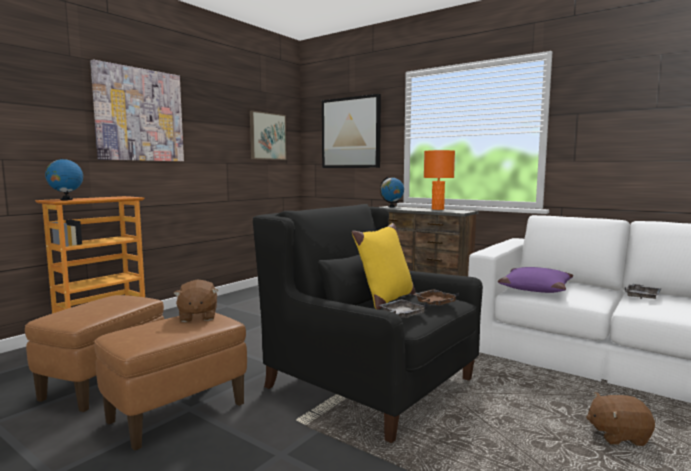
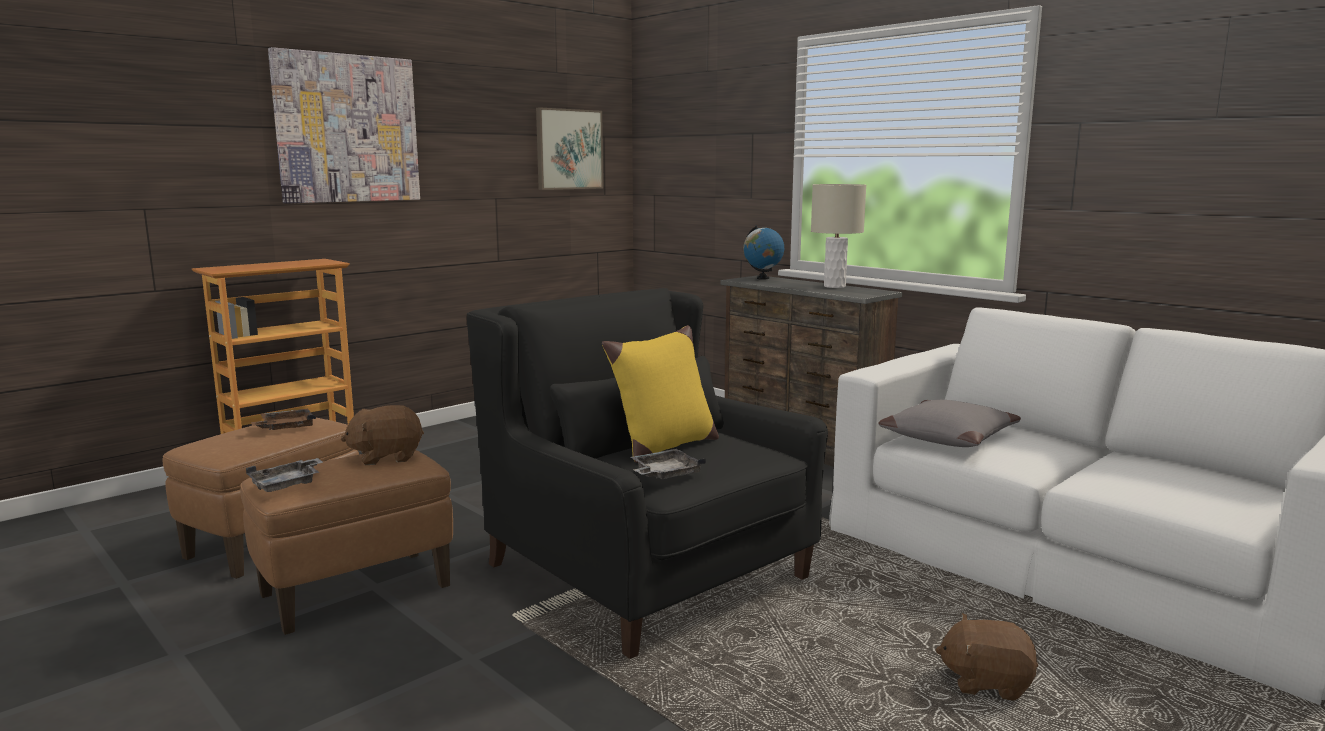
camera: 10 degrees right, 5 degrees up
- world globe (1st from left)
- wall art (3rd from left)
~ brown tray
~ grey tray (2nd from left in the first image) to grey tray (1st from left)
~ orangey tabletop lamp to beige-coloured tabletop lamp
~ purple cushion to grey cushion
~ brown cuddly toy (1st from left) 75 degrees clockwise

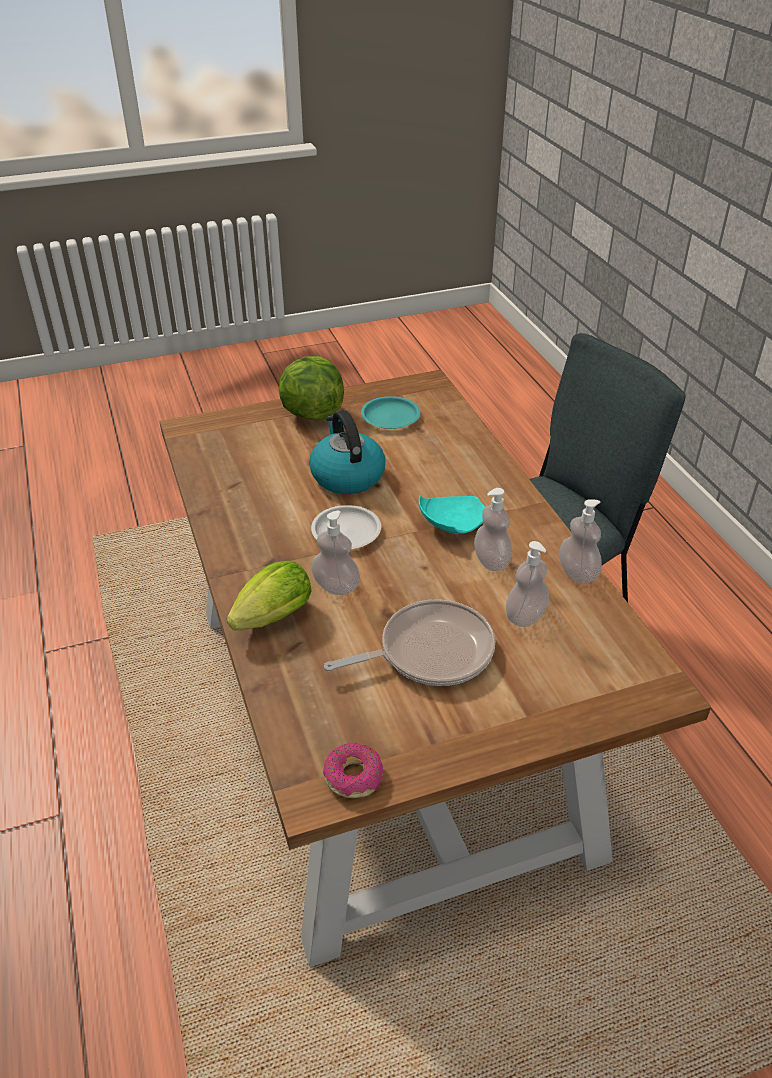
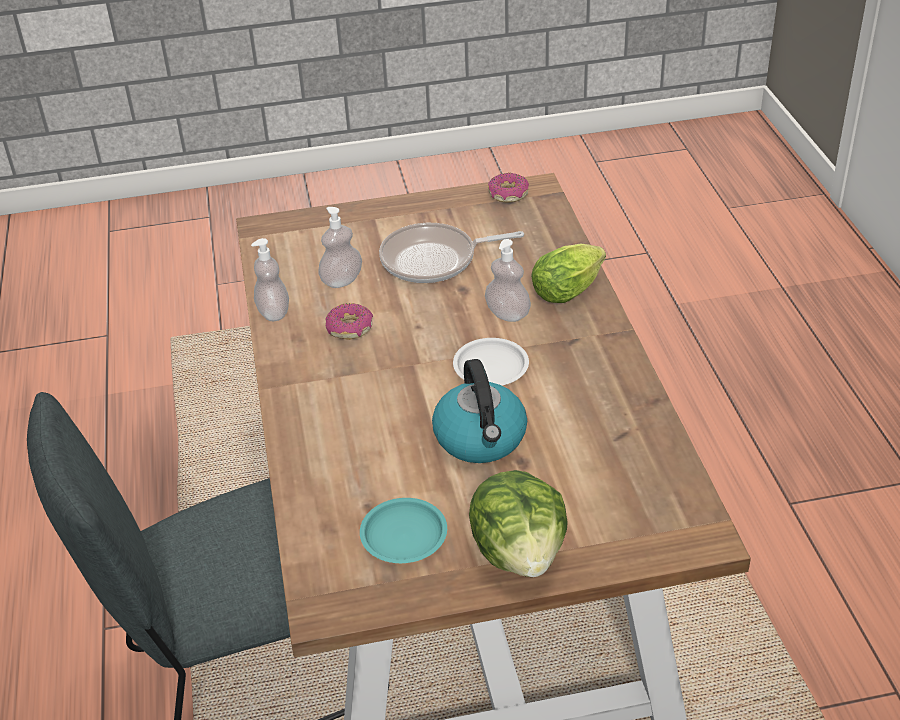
camera: 170 degrees left, 0 degrees up
- turquoise dinner plate (2nd from left)
~ soap bottle (2nd from left) to donut (1st from left)

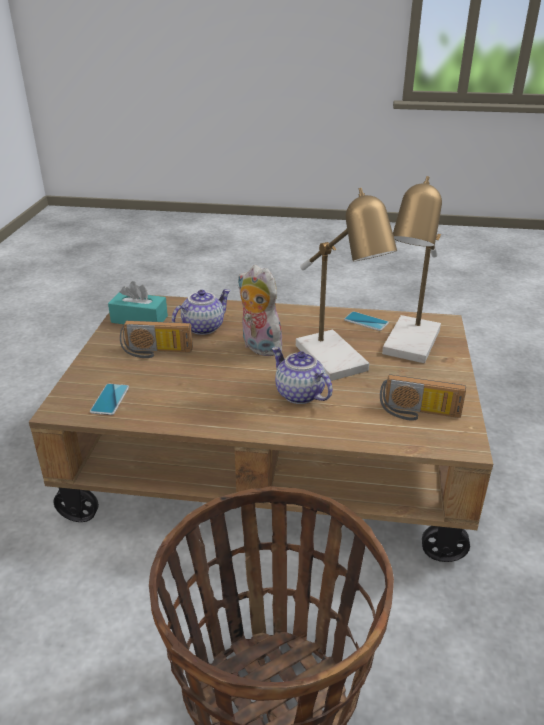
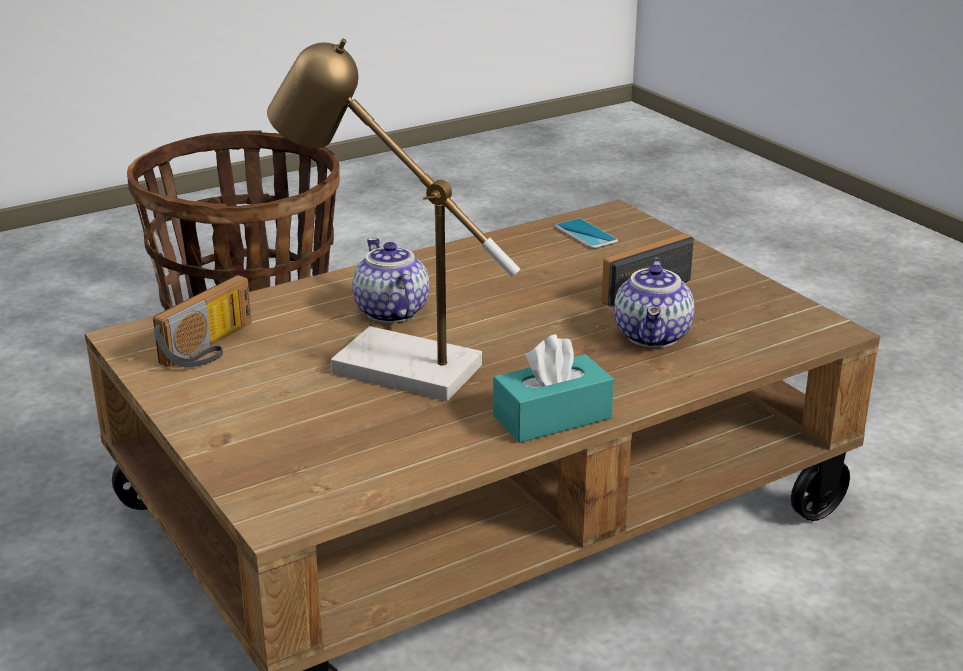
camera: 140 degrees right, 5 degrees down
- cuddly toy
- telephone (2nd from left)
- tabletop lamp (2nd from left)
~ turquoise box of tissues
~ teapot (2nd from left in the first image) 120 degrees counterclockwise
~ radio receiver (2nd from left in the first image) 150 degrees clockwise

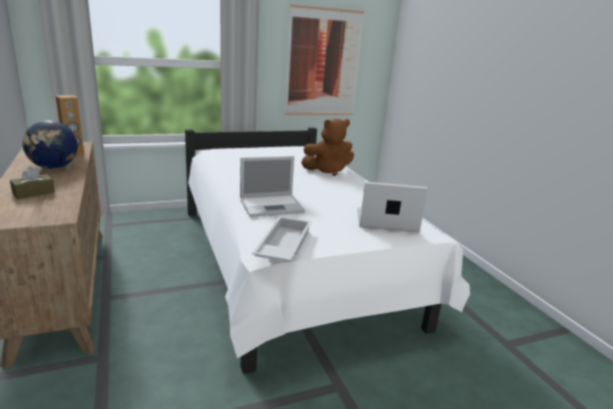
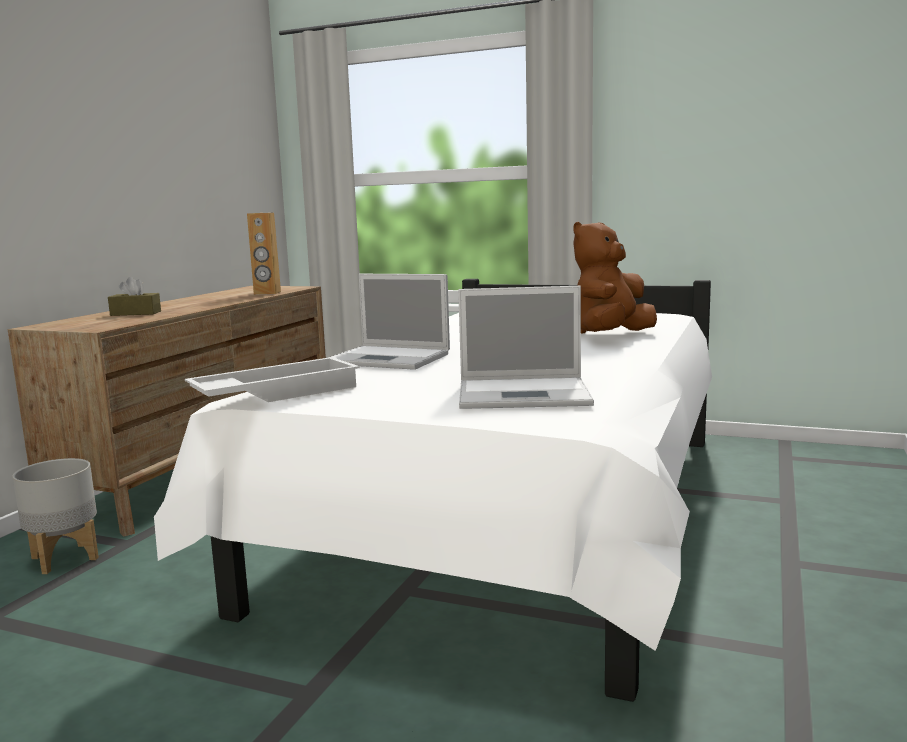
camera: 45 degrees right, 10 degrees down
- world globe
- wall art
+ grey planter
~ brown cuddly toy 105 degrees clockwise
~ laptop (2nd from left) 135 degrees clockwise

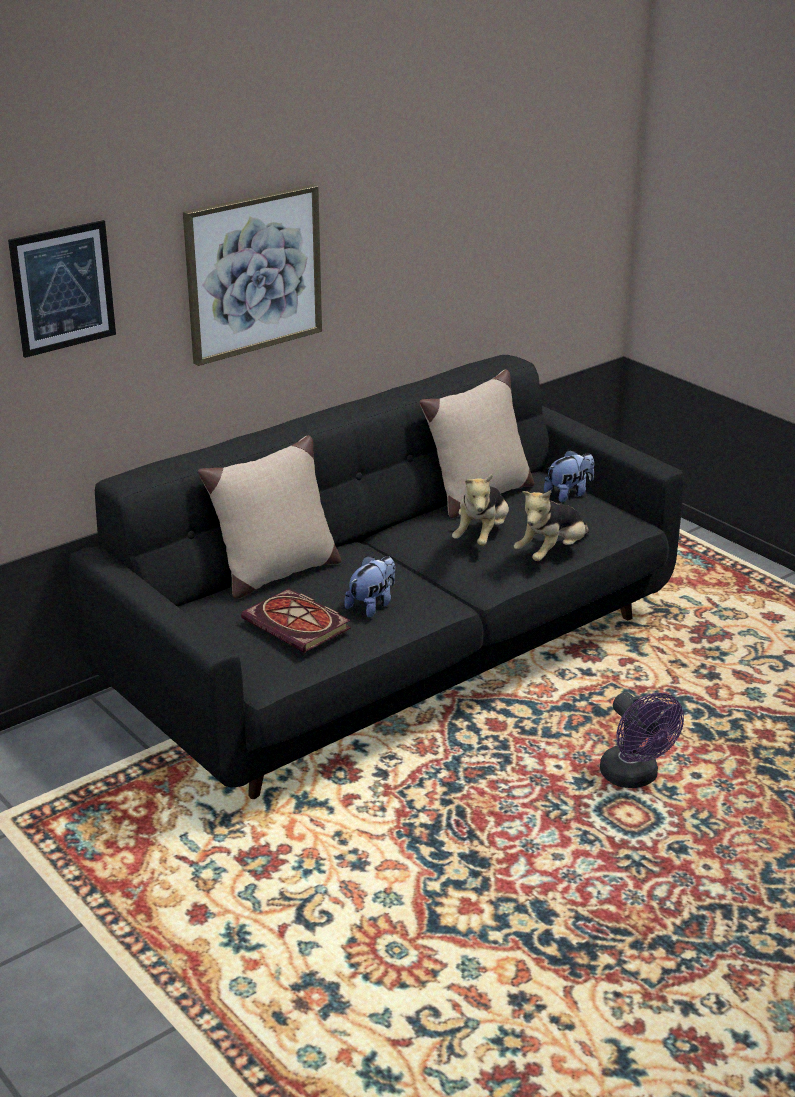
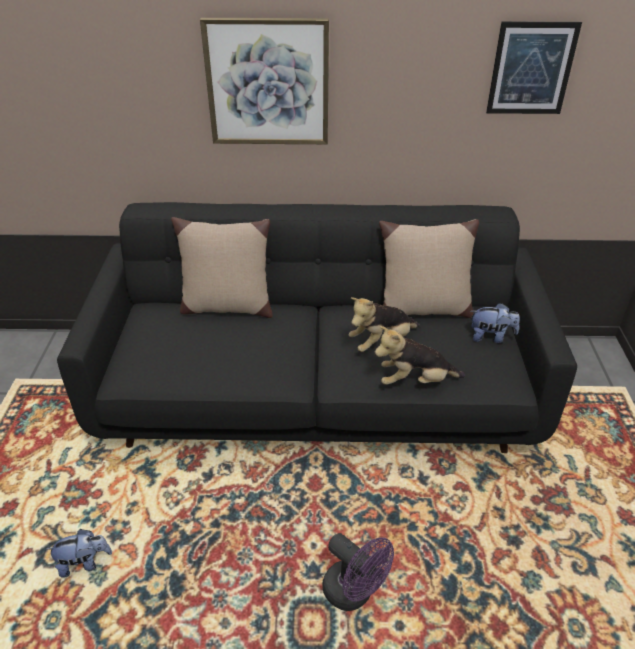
camera: 40 degrees right, 10 degrees up
- volume
~ wall art (1st from left in the first image) to wall art (2nd from left)
~ cuddly toy (1st from left)
~ purple cooling fan 60 degrees counterclockwise

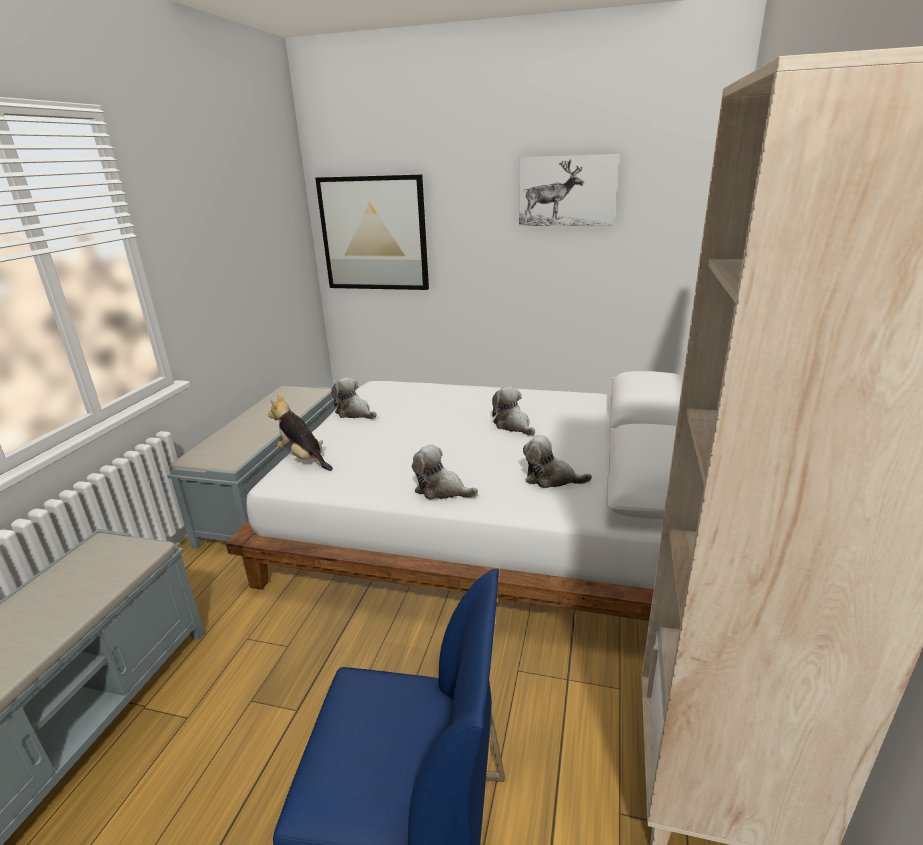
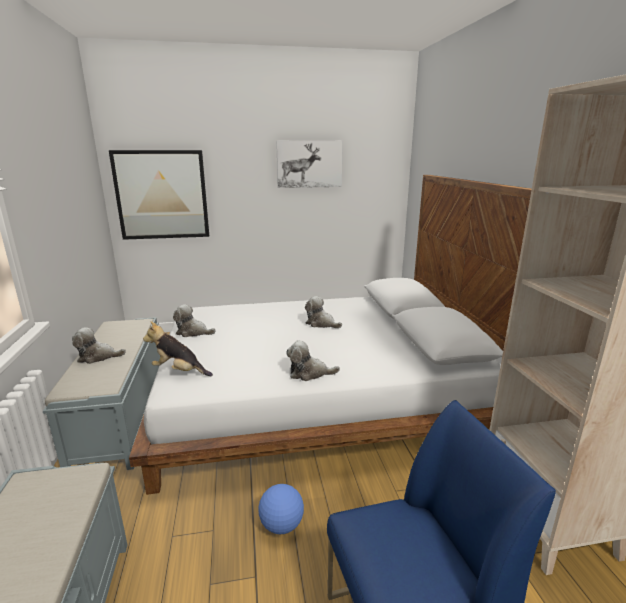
camera: 25 degrees left, 5 degrees down
+ football
~ cuddly toy (5th from left in the first image) to cuddly toy (1st from left)

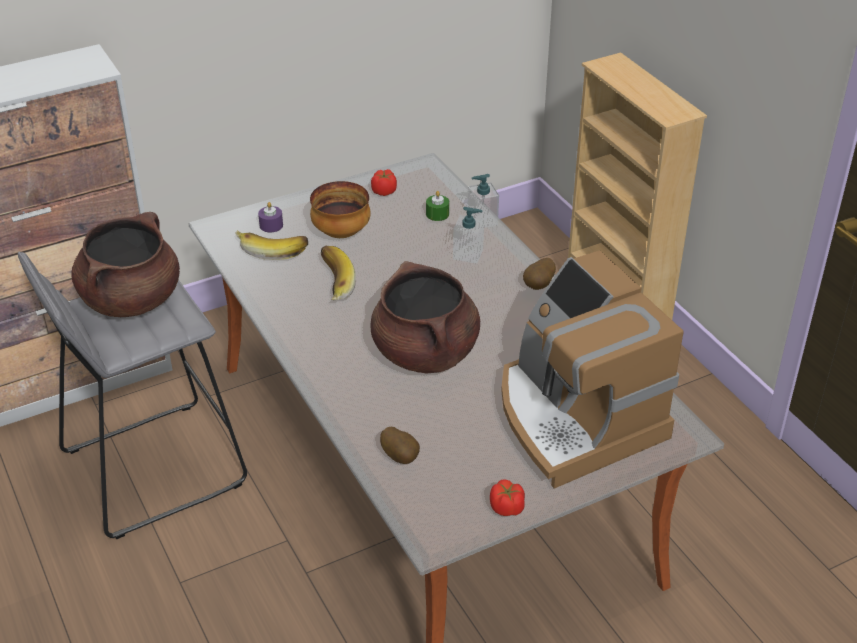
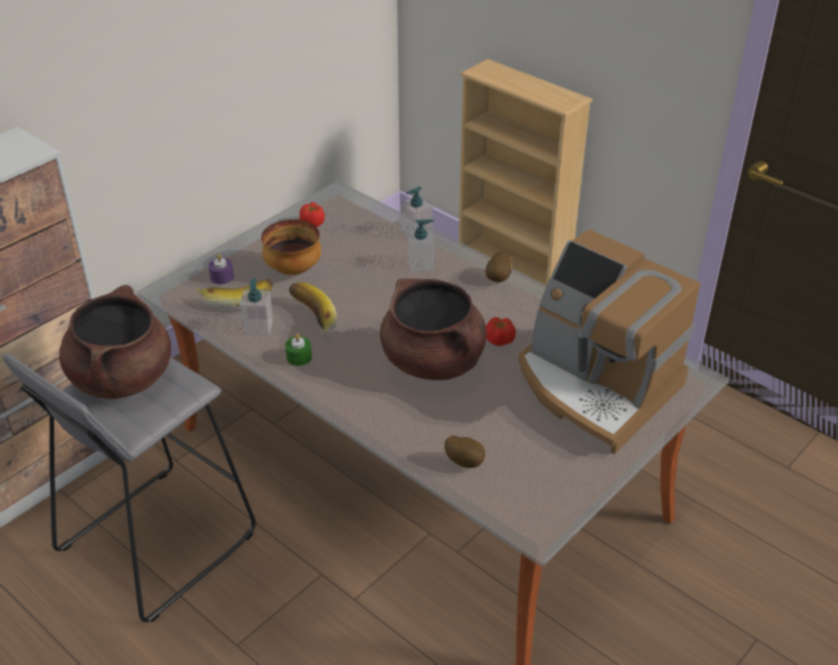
camera: 20 degrees left, 0 degrees up
+ soap bottle (1st from left)
~ green wax candle
~ tomato (2nd from left)

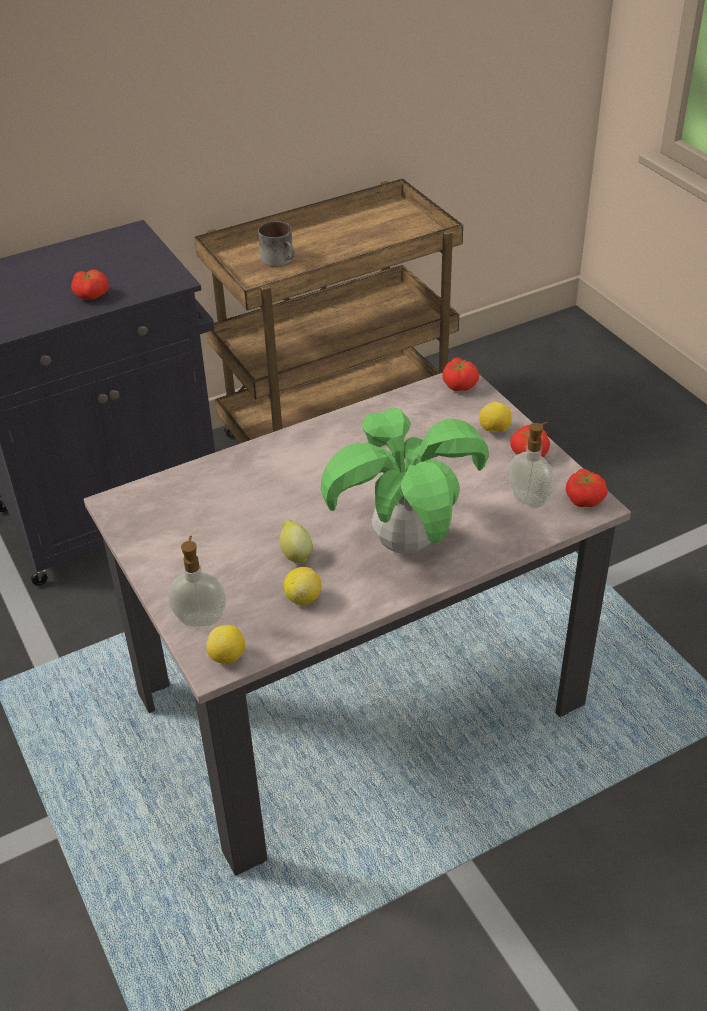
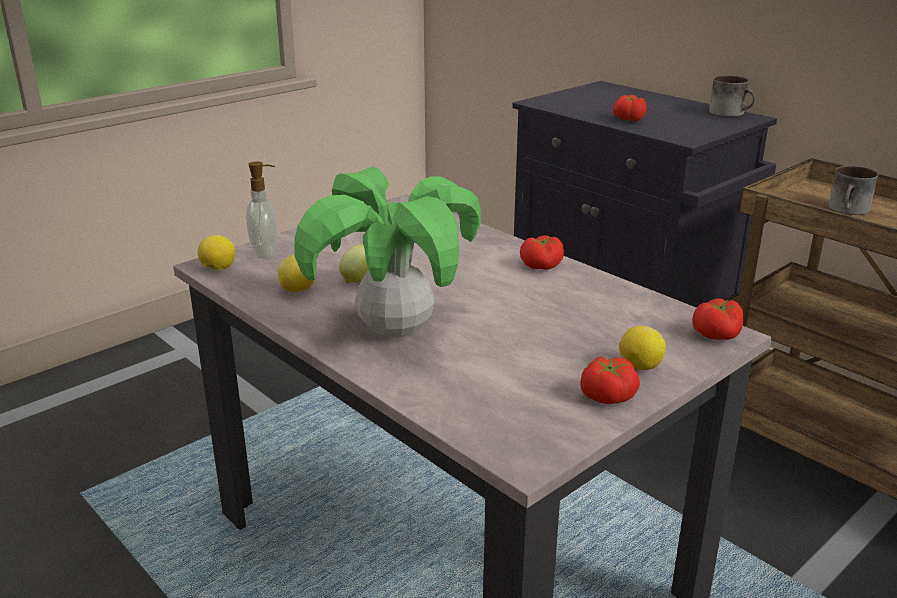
camera: 75 degrees right, 15 degrees down
- soap bottle (2nd from left)
+ tea mug (1st from left)
~ tomato (4th from left in the first image) to tomato (1st from left)

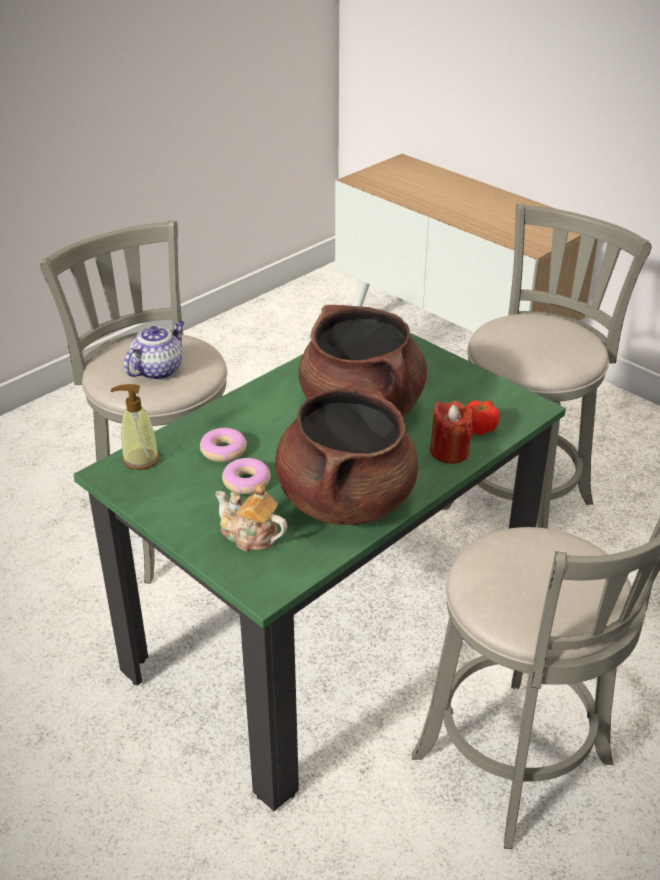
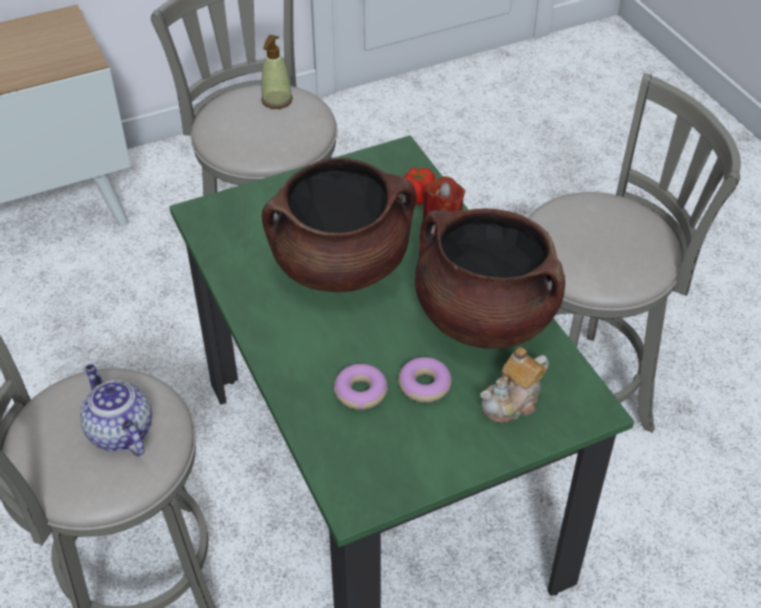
camera: 70 degrees left, 10 degrees up
~ soap bottle

